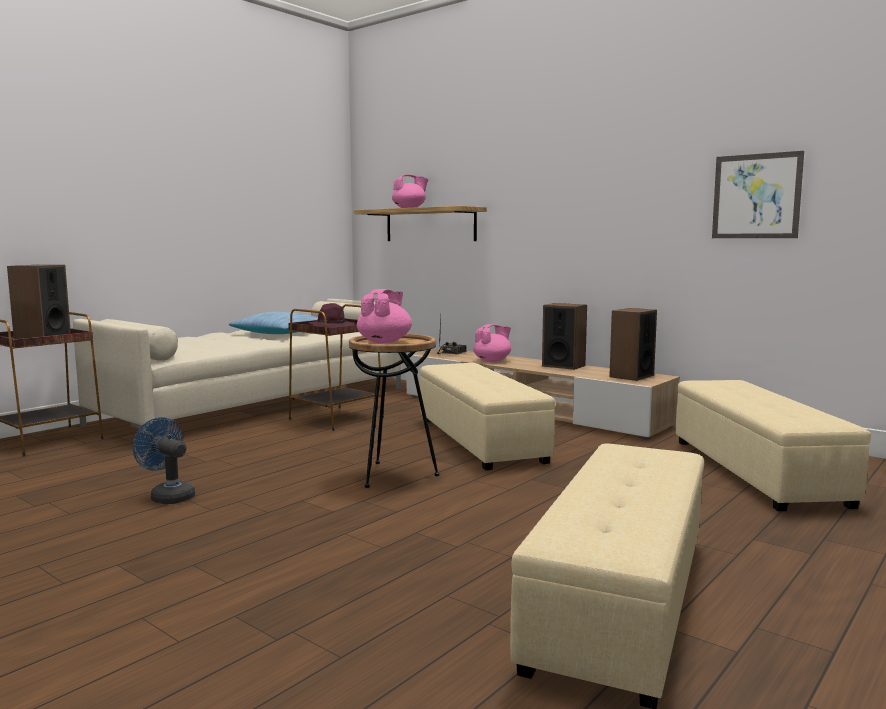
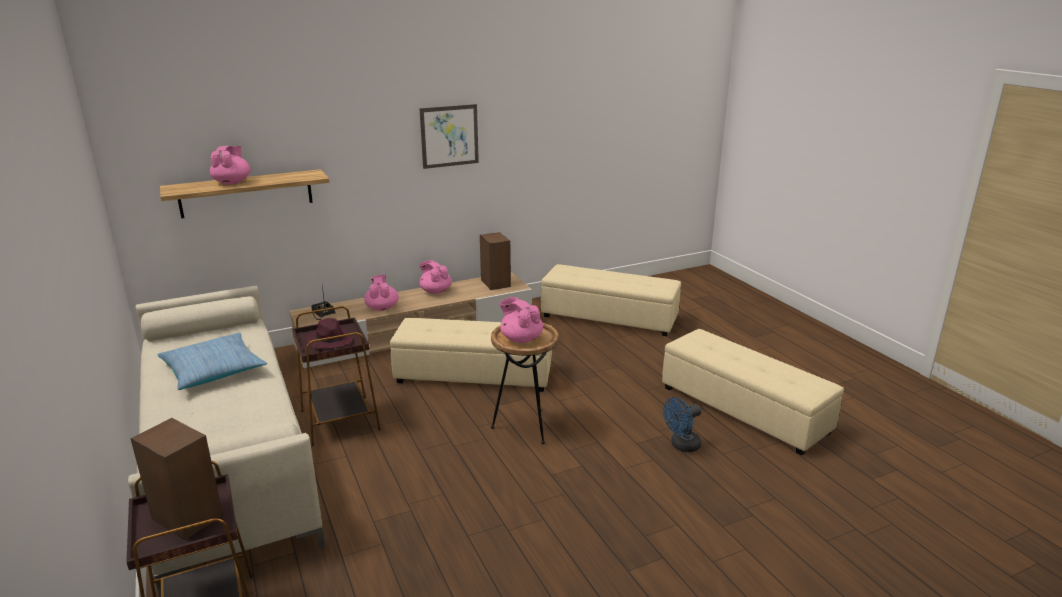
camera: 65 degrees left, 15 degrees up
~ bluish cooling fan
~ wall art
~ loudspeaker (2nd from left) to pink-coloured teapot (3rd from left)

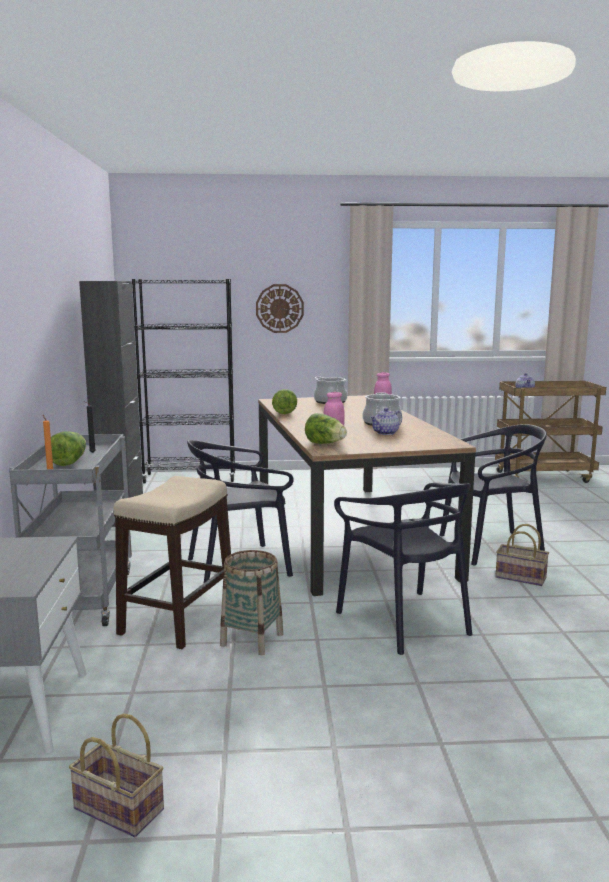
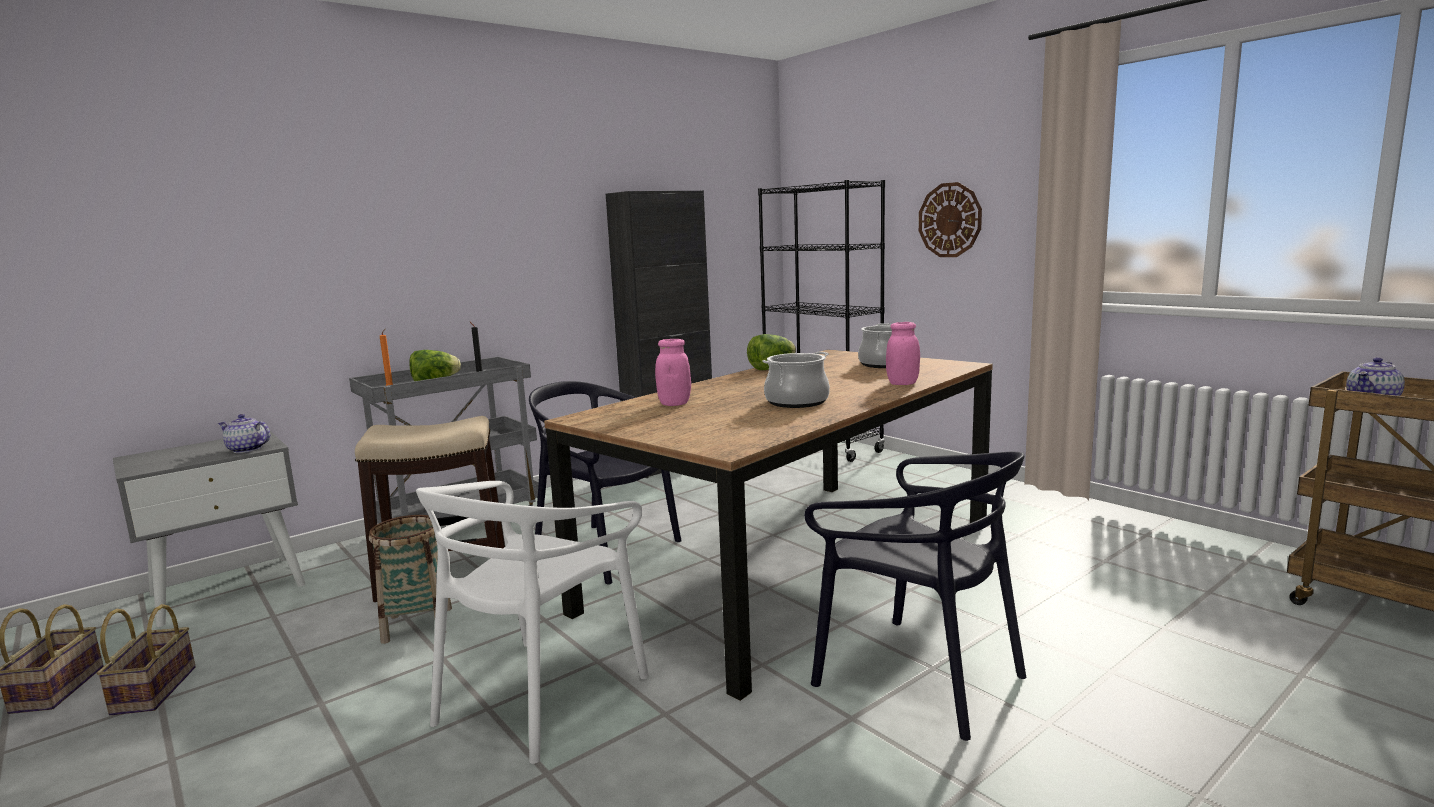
camera: 55 degrees right, 0 degrees up
- head of lettuce (3rd from left)
~ teapot (1st from left)
~ household basket (3rd from left in the first image) to household basket (2nd from left)
~ black-coloured upright chair (2nd from left) to white upright chair

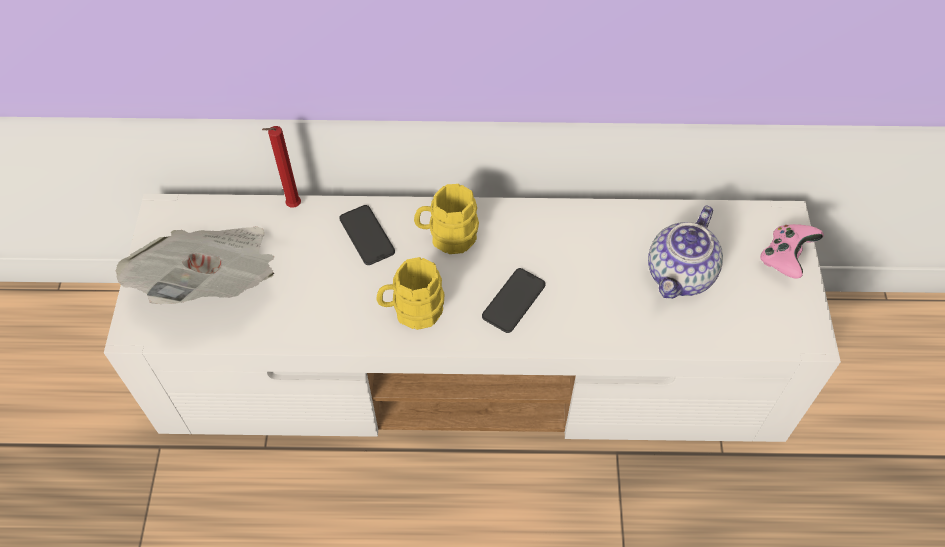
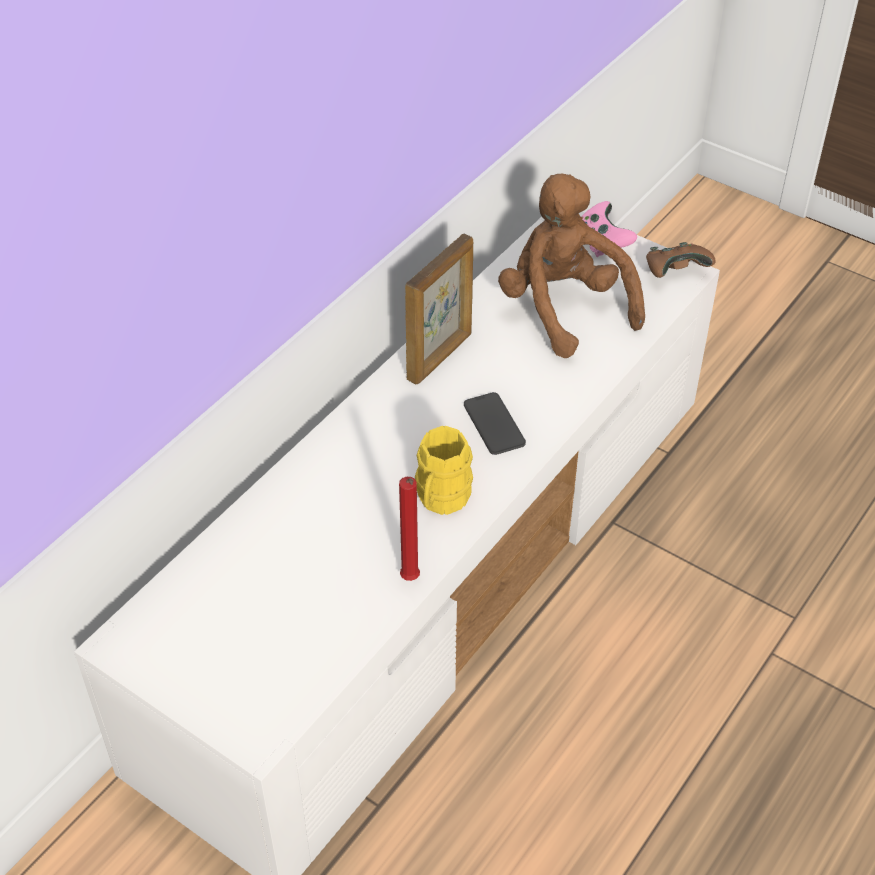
camera: 55 degrees left, 10 degrees down
- printed paper
- telephone (1st from left)
- yellow-coloured tea mug (2nd from left)
+ photo frame
+ brown joypad
~ red-coloured wax candle
~ teapot to brown cuddly toy

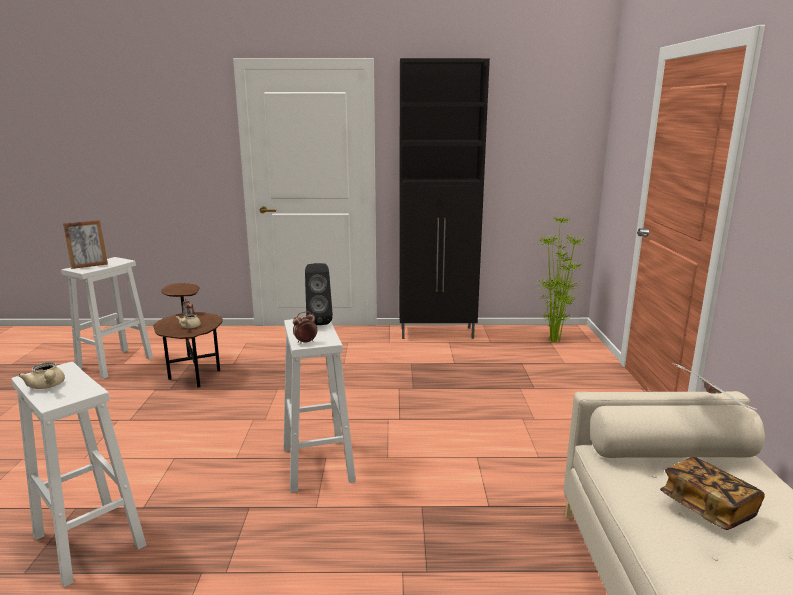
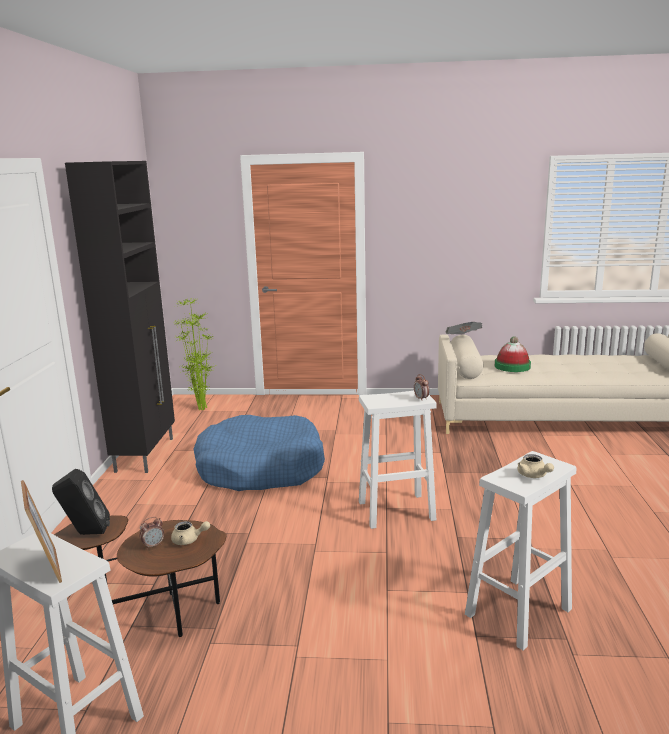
camera: 85 degrees left, 0 degrees up
+ bluish dog bed
~ black-coloured loudspeaker
~ volume to hat
~ beige-coloured teapot (1st from left in the first image) 105 degrees clockwise

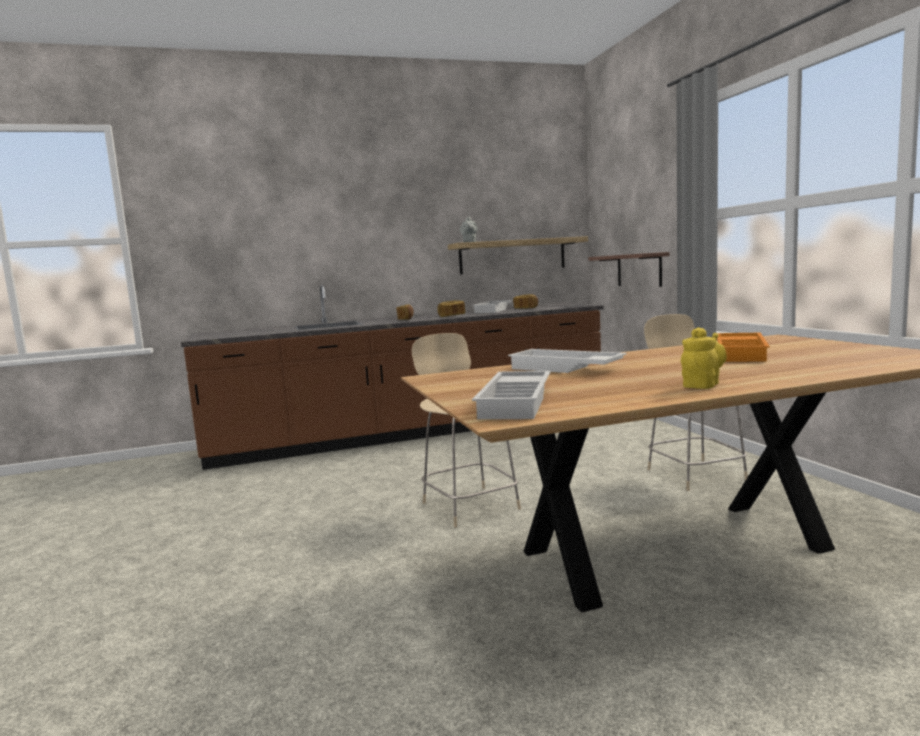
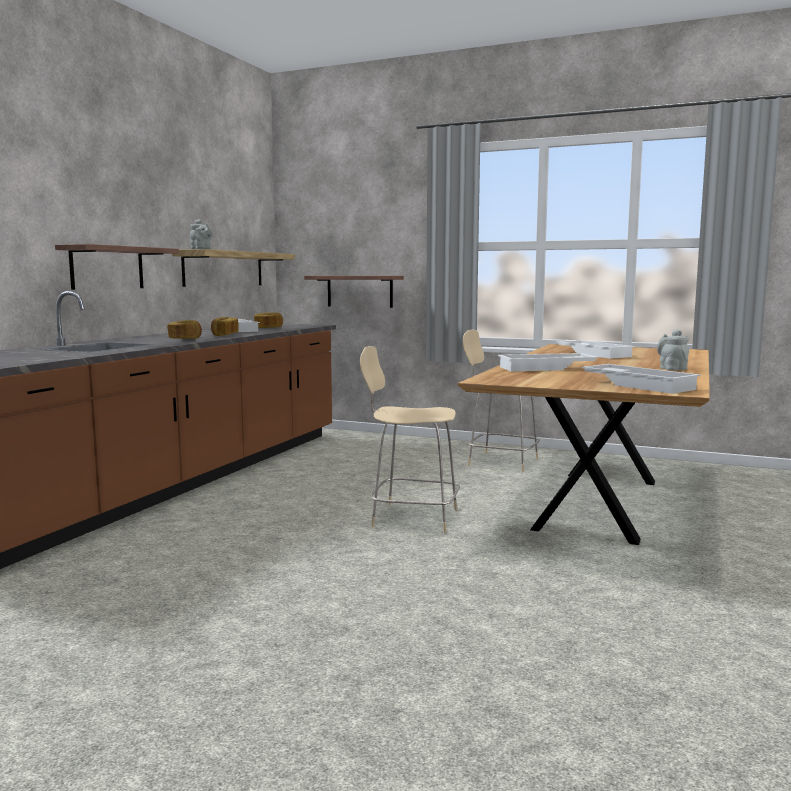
camera: 50 degrees left, 0 degrees up
+ shelf (1st from left)
~ yellow-coloured teapot to grey teapot (2nd from left)
~ orangey tray to white tray (3rd from left)

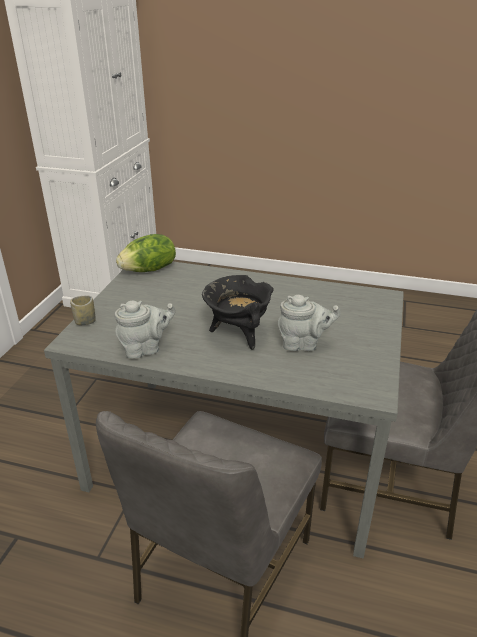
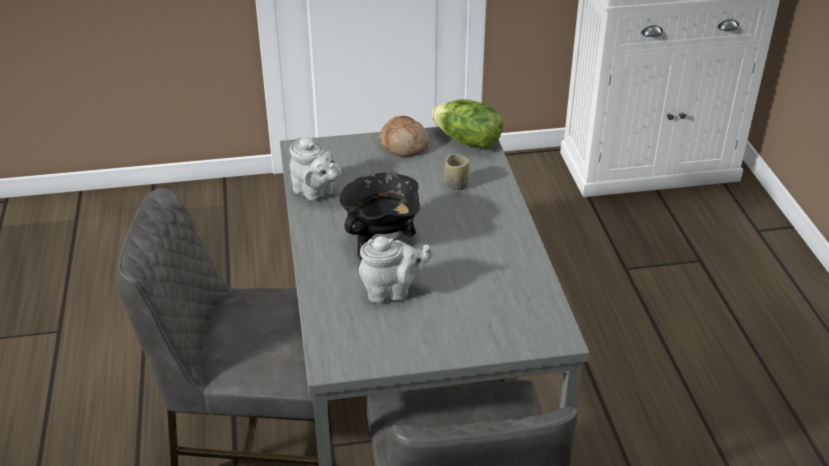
camera: 65 degrees right, 5 degrees up
+ bakery bread
~ drinking cup
~ grey teapot (2nd from left) 75 degrees counterclockwise

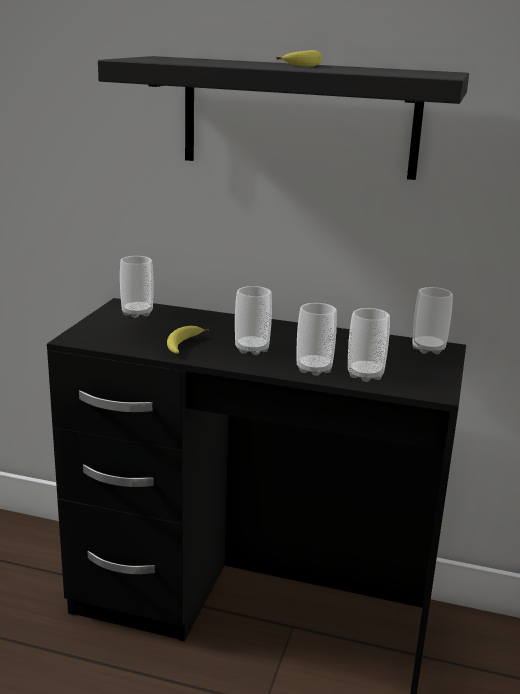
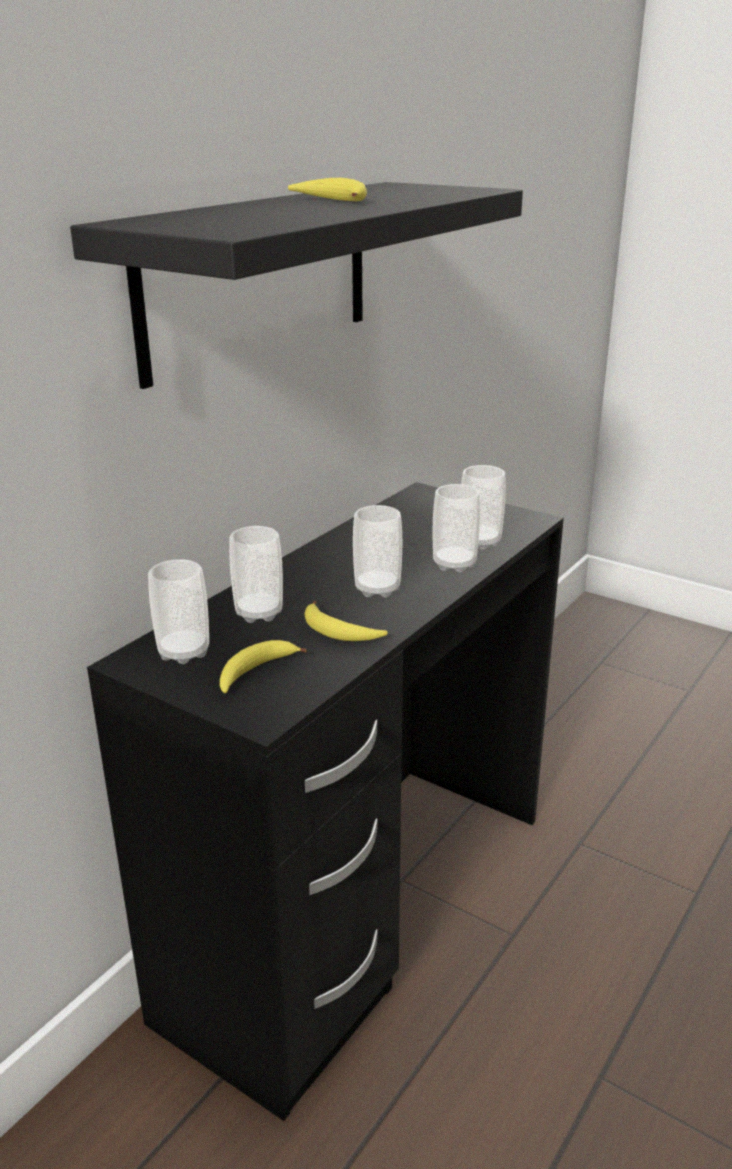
camera: 70 degrees left, 5 degrees up
+ banana (1st from left)
~ drinking cup (5th from left in the first image) to drinking cup (2nd from left)

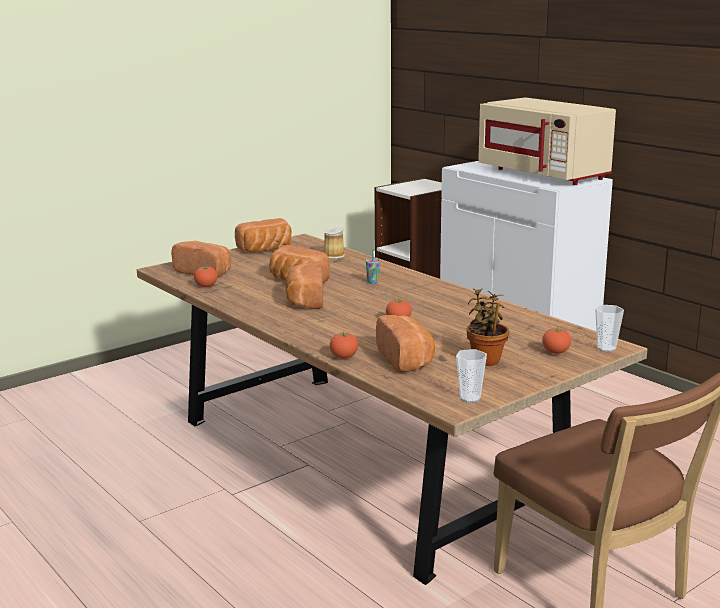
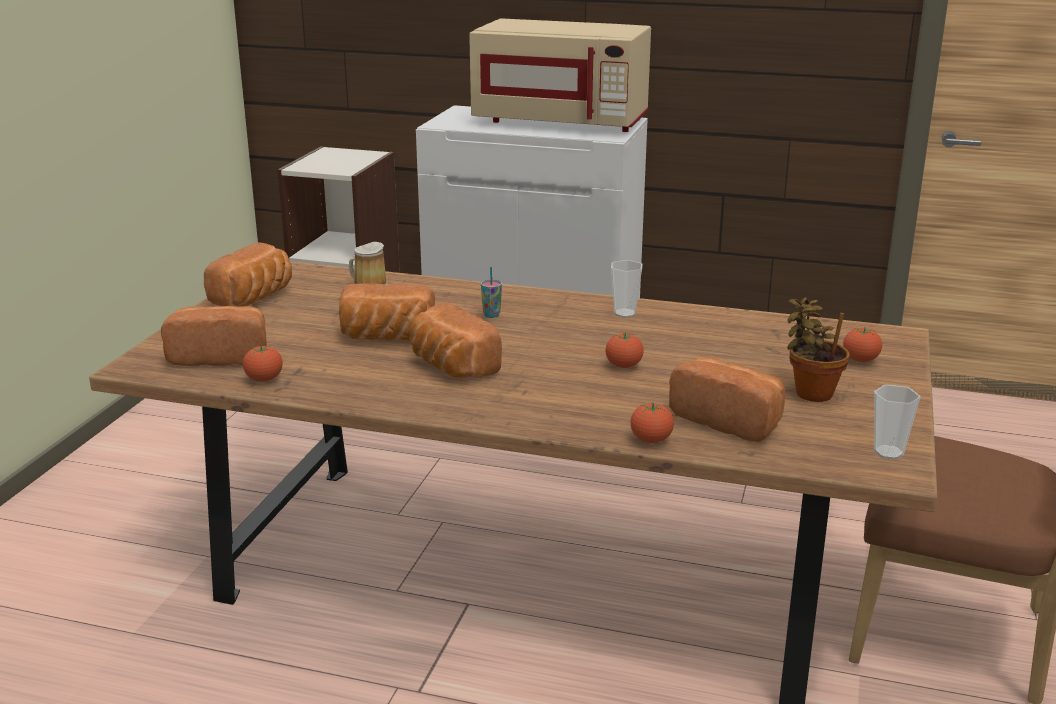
camera: 35 degrees left, 5 degrees up
~ drinking cup (3rd from left in the first image) to drinking cup (2nd from left)

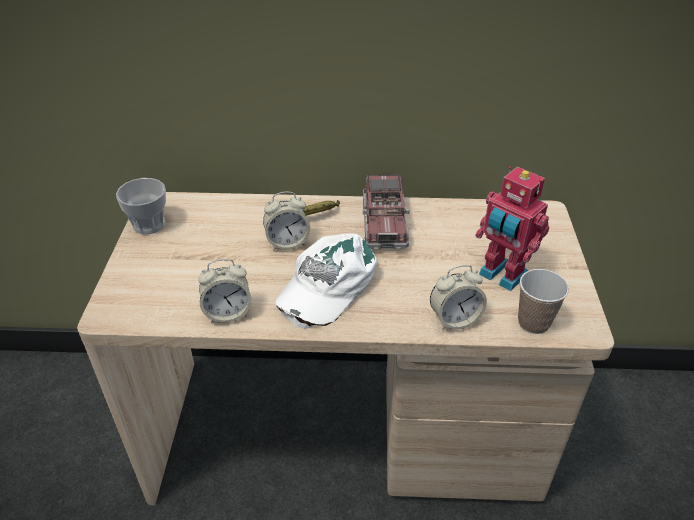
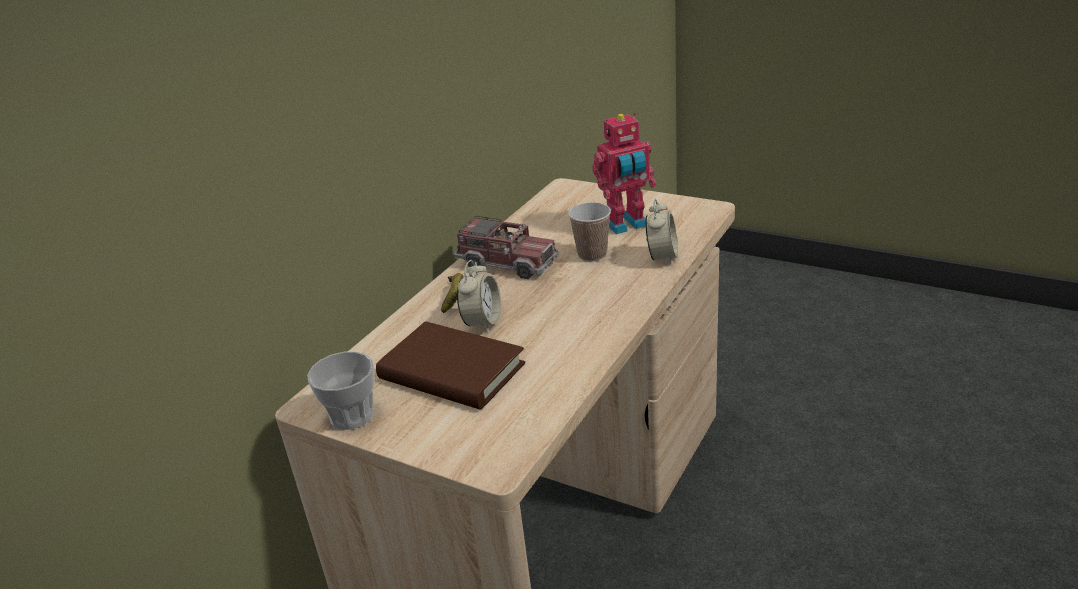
camera: 60 degrees left, 10 degrees down
- bedside clock (1st from left)
- white cap
+ brown volume
~ drinking cup (2nd from left)

